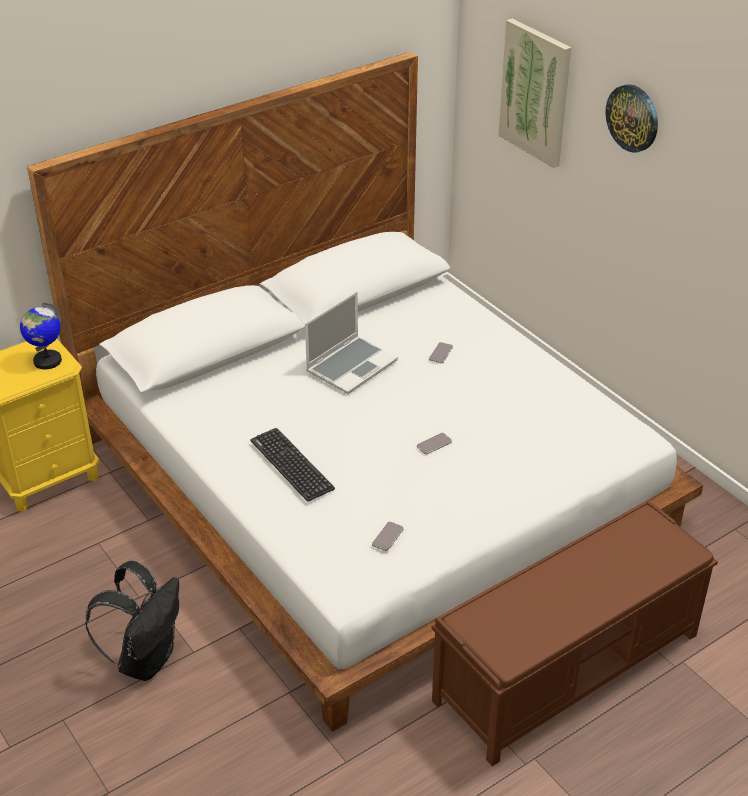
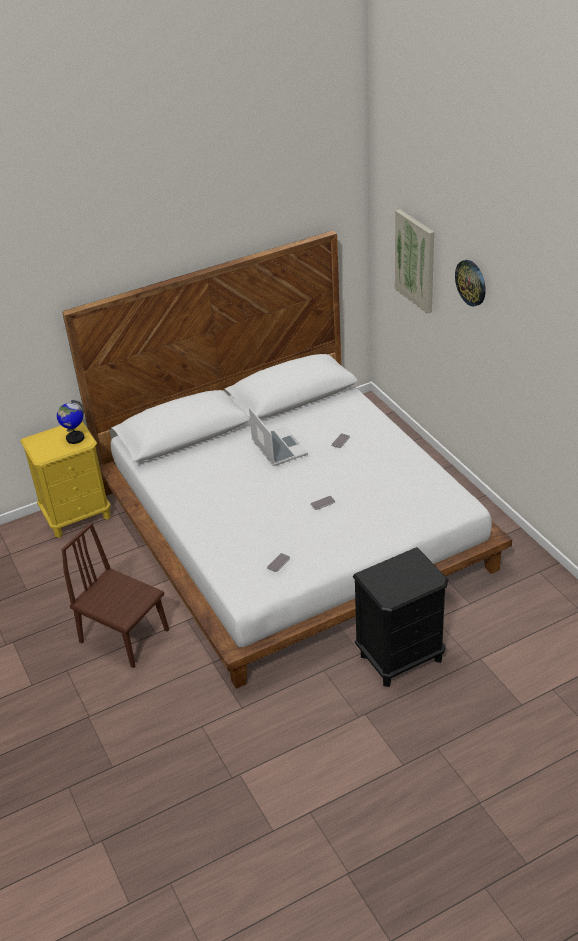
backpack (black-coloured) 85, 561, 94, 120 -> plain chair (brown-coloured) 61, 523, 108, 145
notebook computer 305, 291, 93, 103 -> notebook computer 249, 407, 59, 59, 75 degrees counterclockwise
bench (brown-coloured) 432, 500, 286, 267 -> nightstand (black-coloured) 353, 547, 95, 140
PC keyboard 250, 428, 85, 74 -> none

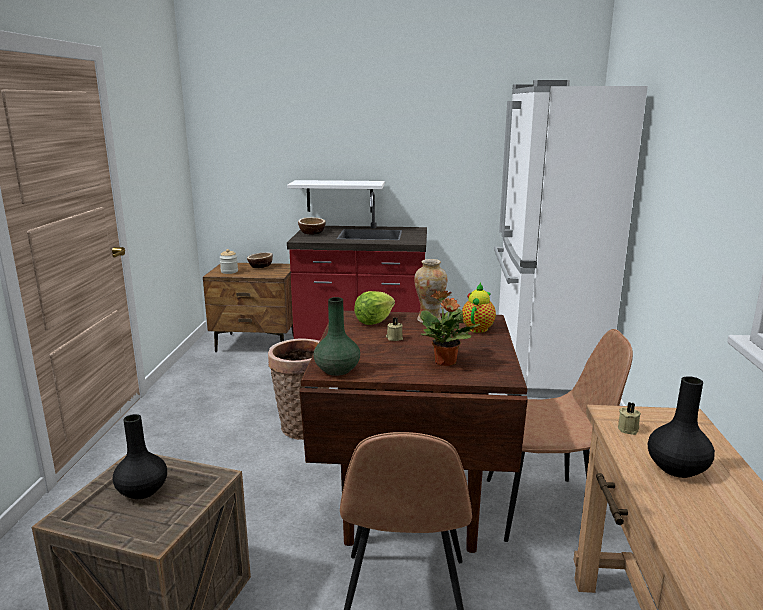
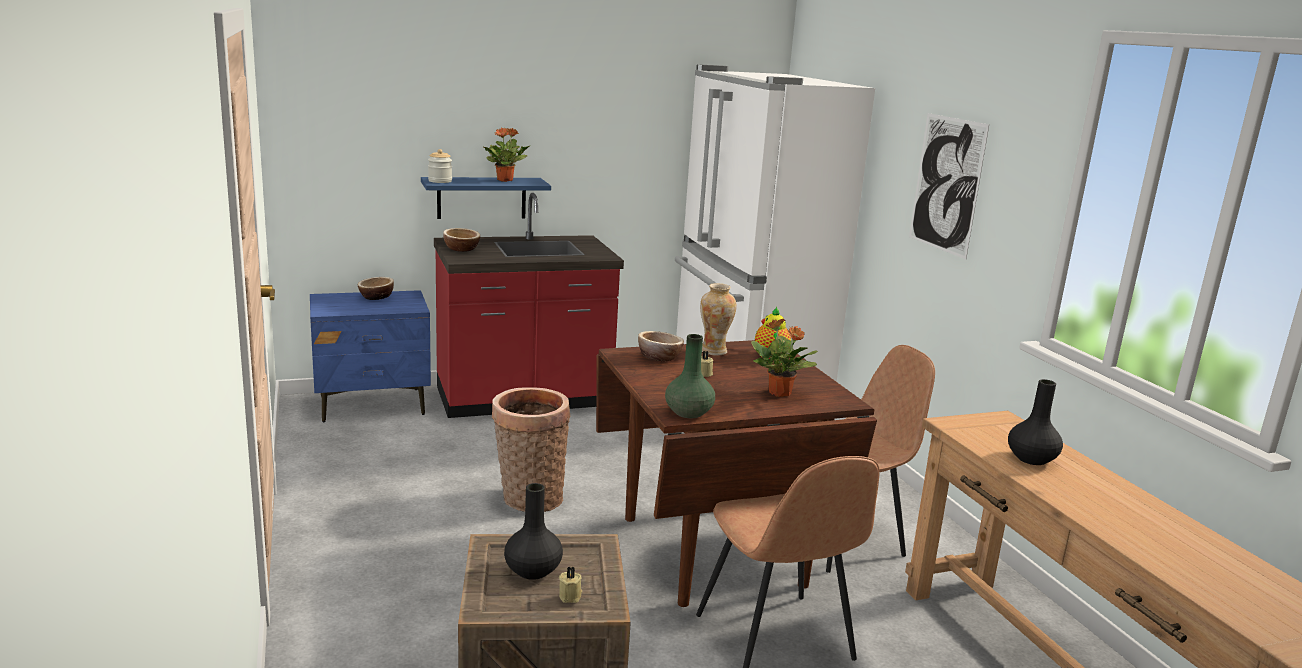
nightstand (brown-coloured) 203, 263, 91, 89 -> nightstand (blue-coloured) 310, 290, 121, 132
shelf (white-coloured) 287, 180, 98, 33 -> shelf (blue-coloured) 421, 177, 130, 42
storage jar 219, 249, 19, 25 -> storage jar 428, 149, 24, 34, moved
none -> potted plant 484, 128, 45, 54
wax light (sand-coloured) 618, 402, 23, 33 -> wax light (sand-coloured) 559, 566, 23, 37, moved
head of lettuce 354, 291, 41, 34 -> serving bowl 638, 331, 46, 30
none -> wall art 909, 113, 80, 146

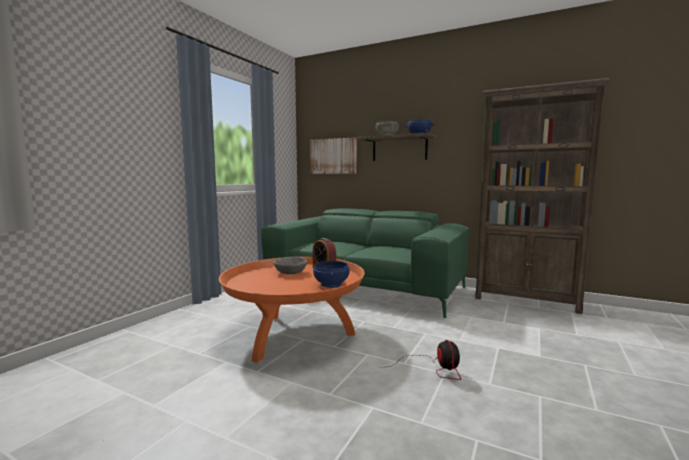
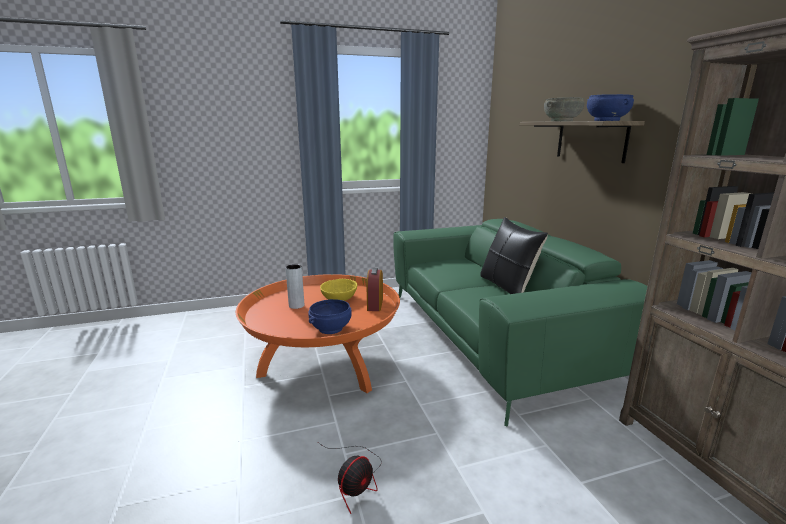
none -> decorative vase (greyish) 286, 264, 18, 45
serving bowl (greyish) 274, 257, 33, 17 -> serving bowl (yellow-coloured) 320, 279, 37, 22
none -> cushion (black-coloured) 480, 217, 68, 77
wall art 310, 137, 47, 37 -> none

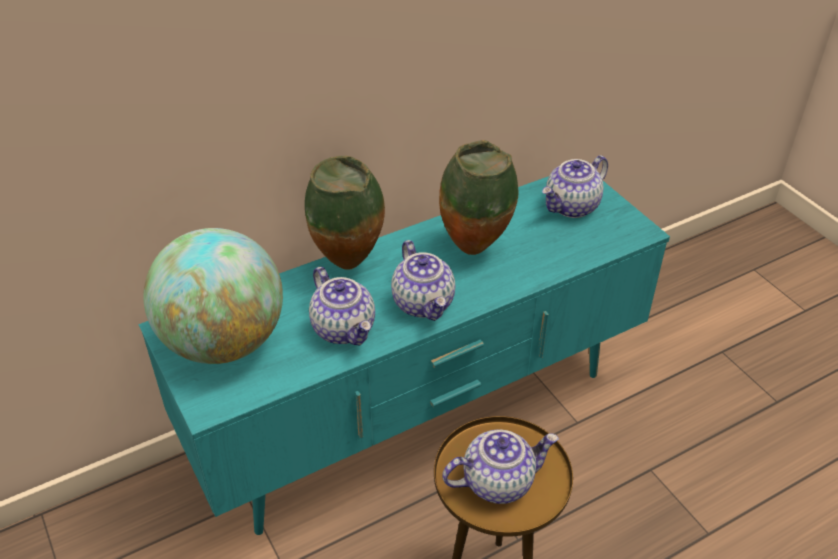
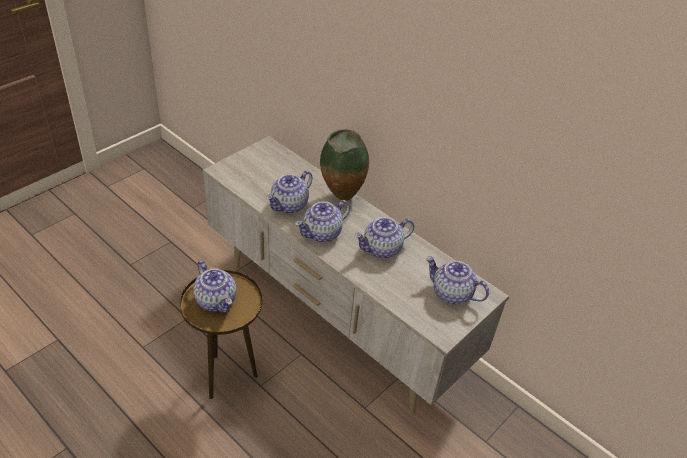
media console (blue-green) 138, 176, 532, 359 -> media console (sand-coloured) 203, 136, 306, 279
decorative vase 439, 140, 79, 115 -> pot for tea 354, 217, 60, 42
desk globe 143, 228, 140, 136 -> none

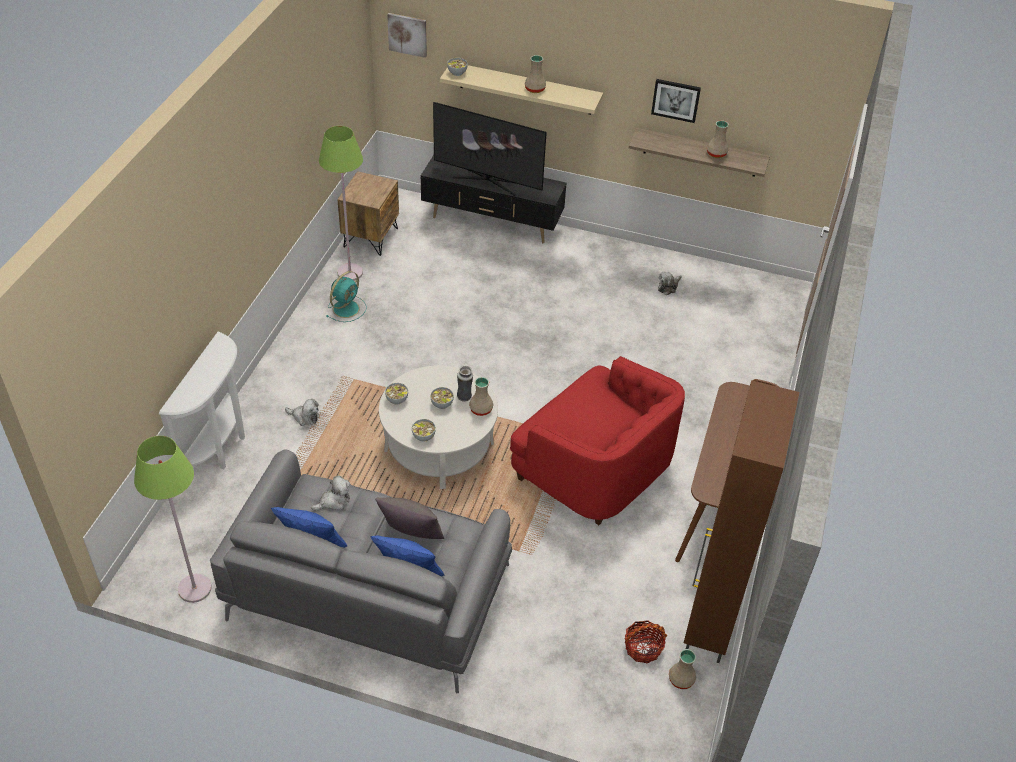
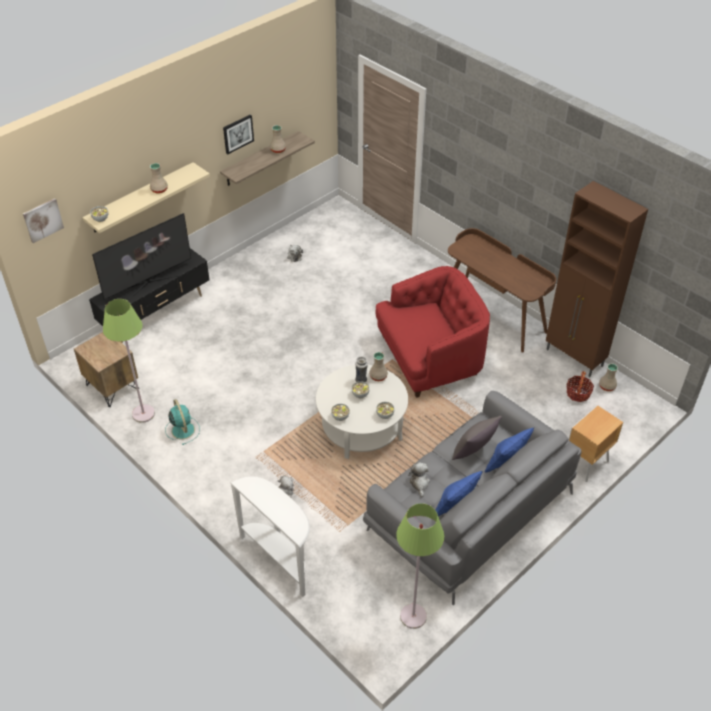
none -> nightstand (brown-coloured) 569, 405, 54, 77

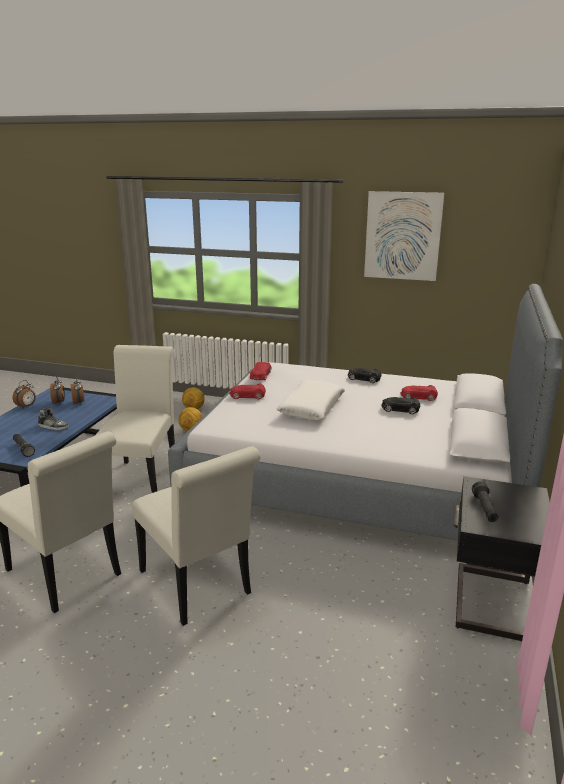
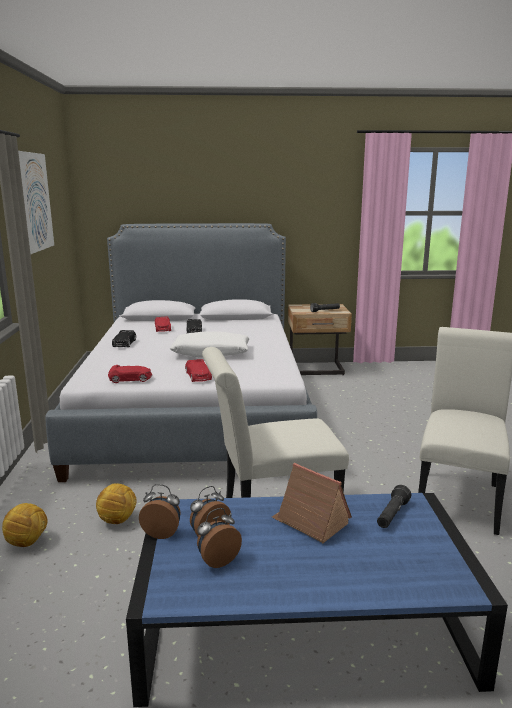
table clock 13, 380, 23, 29 -> table clock 139, 484, 41, 55, moved
low shoe 37, 407, 32, 23 -> toy house 272, 463, 80, 80
nightstand (black-coloured) 452, 476, 98, 165 -> nightstand (sand-coloured) 288, 304, 64, 71
plain chair (white-coloured) 132, 447, 128, 179 -> none

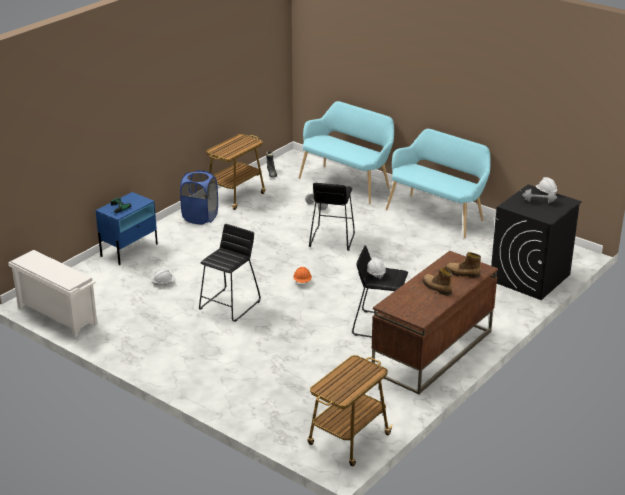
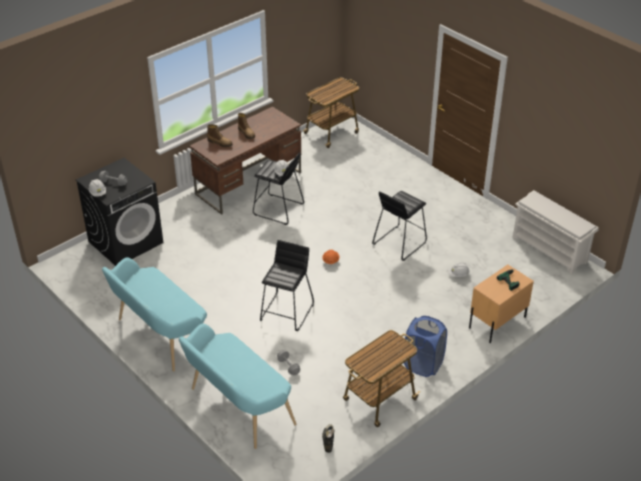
nightstand (blue-coloured) 95, 192, 63, 73 -> nightstand (sand-coloured) 469, 265, 65, 78

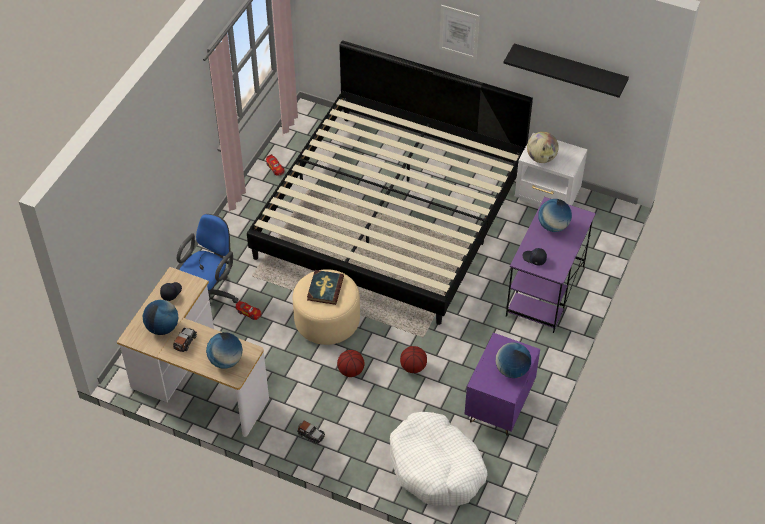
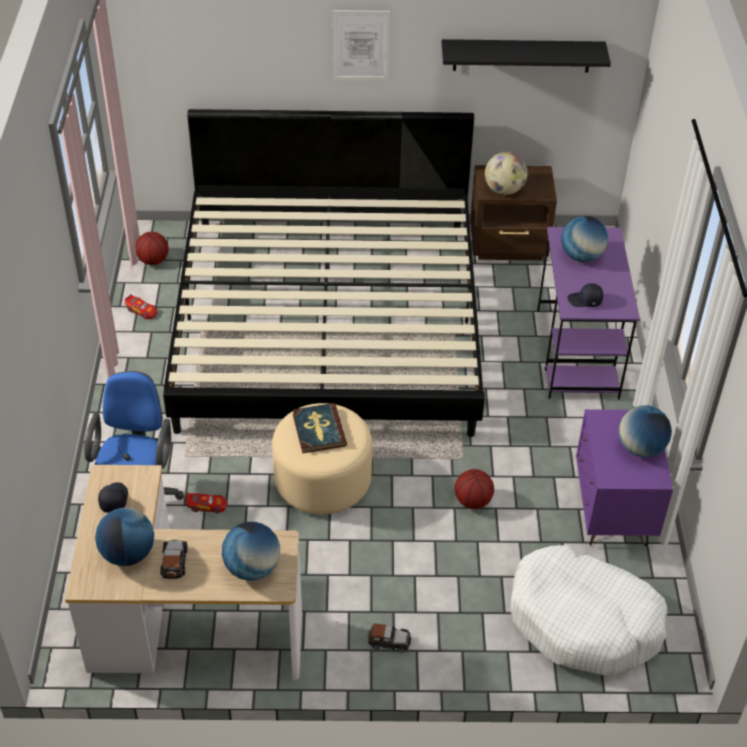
ball for basketball 337, 350, 27, 27 -> ball for basketball 135, 232, 34, 33, moved
nightstand (white-coloured) 515, 133, 72, 73 -> nightstand (brown-coloured) 470, 165, 87, 95

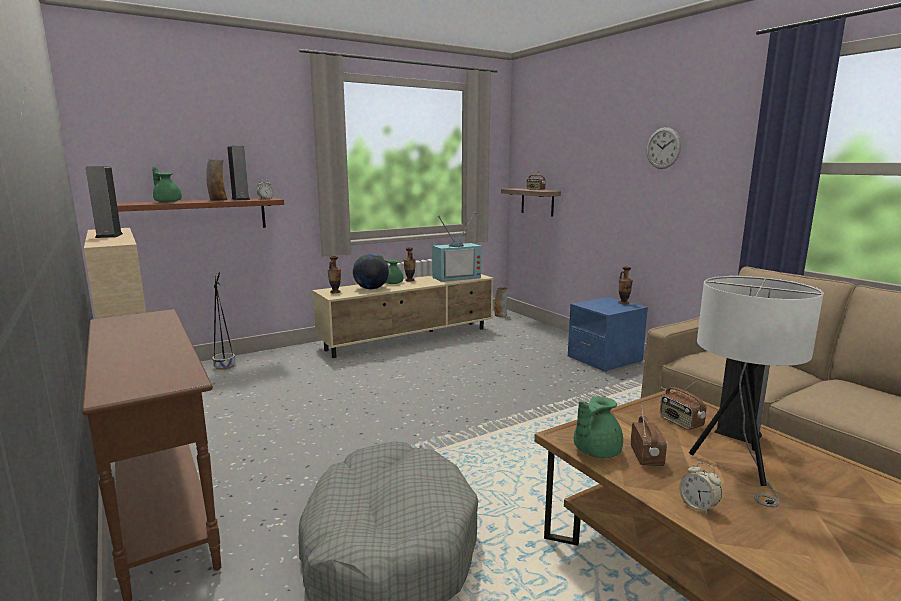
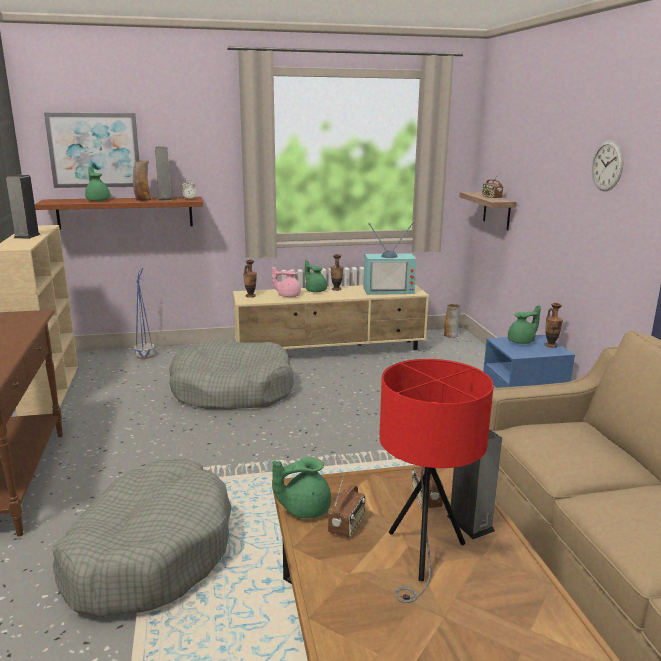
none -> wall art 44, 113, 95, 75
flower pot (black-coloured) 212, 272, 23, 98 -> flower pot (blue-coloured) 134, 268, 21, 91
none -> dog bed (greyish) 169, 339, 125, 71
desk globe 353, 254, 36, 35 -> pot for tea (pink) 272, 267, 29, 30
tabletop lamp (white-coloured) 689, 276, 135, 231 -> tabletop lamp (red) 379, 359, 115, 244
none -> pot for tea (green-coloured) 508, 305, 33, 39
table clock 679, 462, 43, 53 -> none

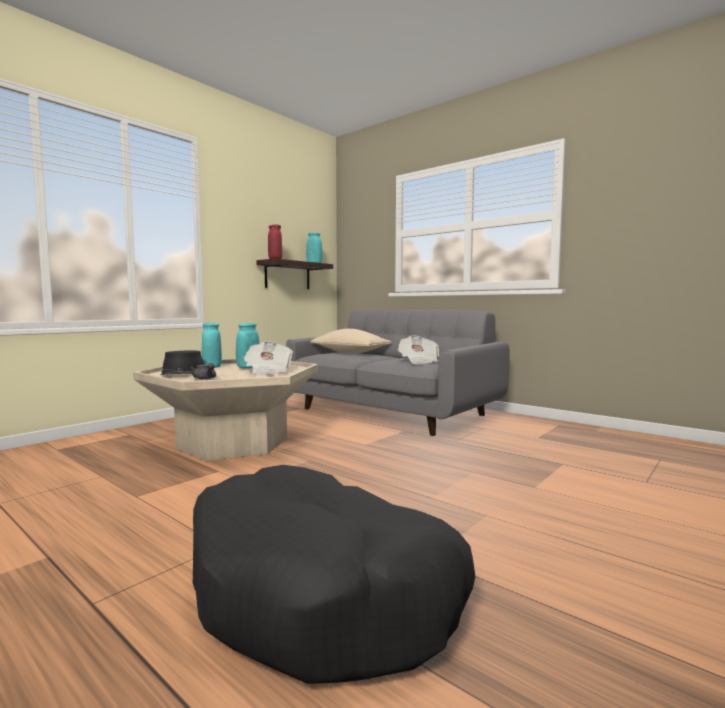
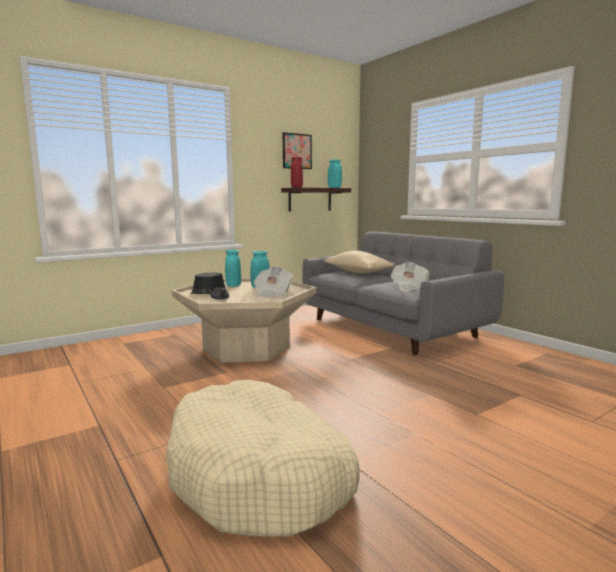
dog bed (black-coloured) 193, 465, 282, 219 -> dog bed (sand-coloured) 166, 380, 194, 157
none -> wall art 283, 132, 29, 37

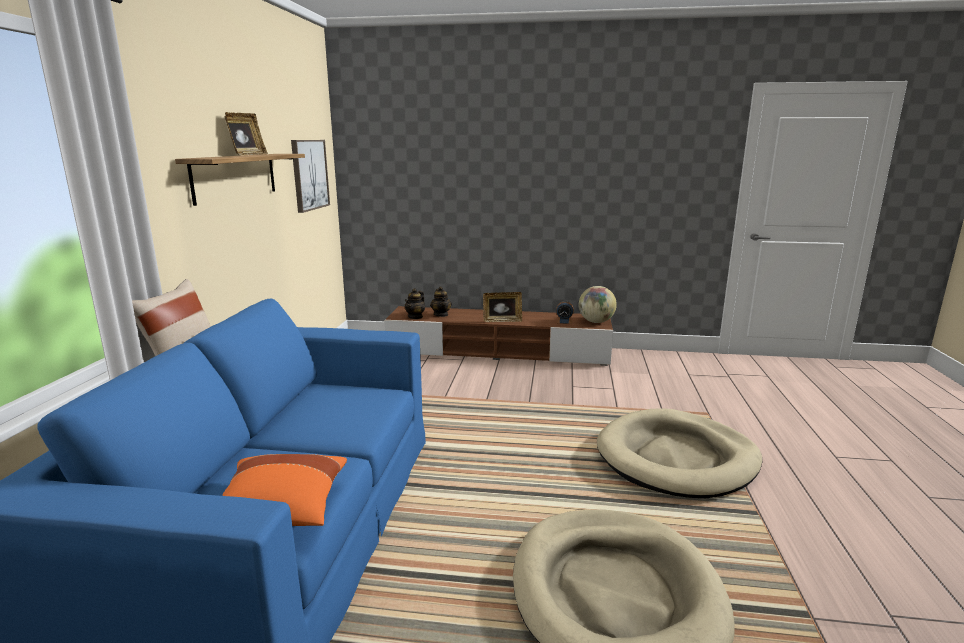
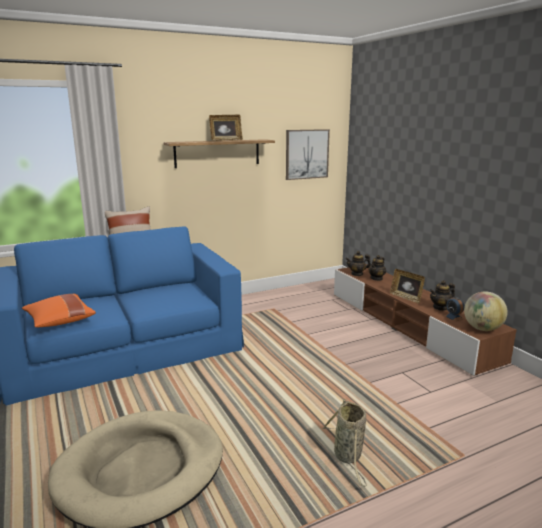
dog bed (sand-coloured) 597, 408, 165, 90 -> storage basket 322, 399, 45, 88
none -> pot for tea 430, 280, 25, 31

